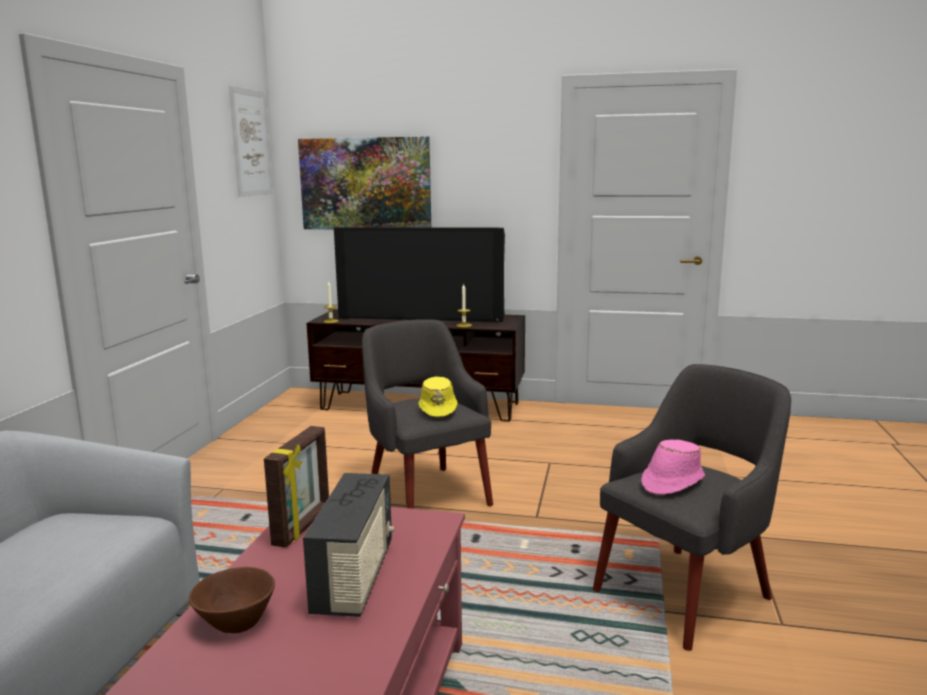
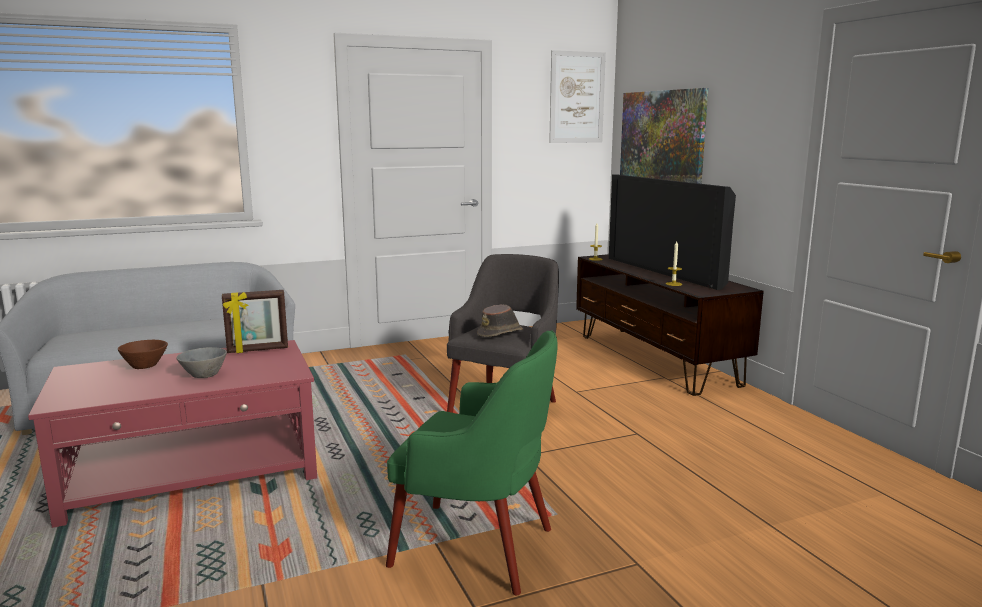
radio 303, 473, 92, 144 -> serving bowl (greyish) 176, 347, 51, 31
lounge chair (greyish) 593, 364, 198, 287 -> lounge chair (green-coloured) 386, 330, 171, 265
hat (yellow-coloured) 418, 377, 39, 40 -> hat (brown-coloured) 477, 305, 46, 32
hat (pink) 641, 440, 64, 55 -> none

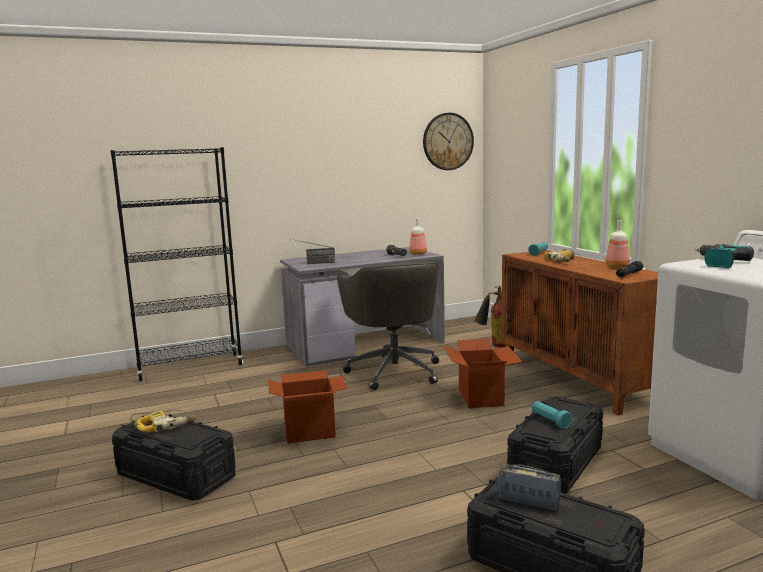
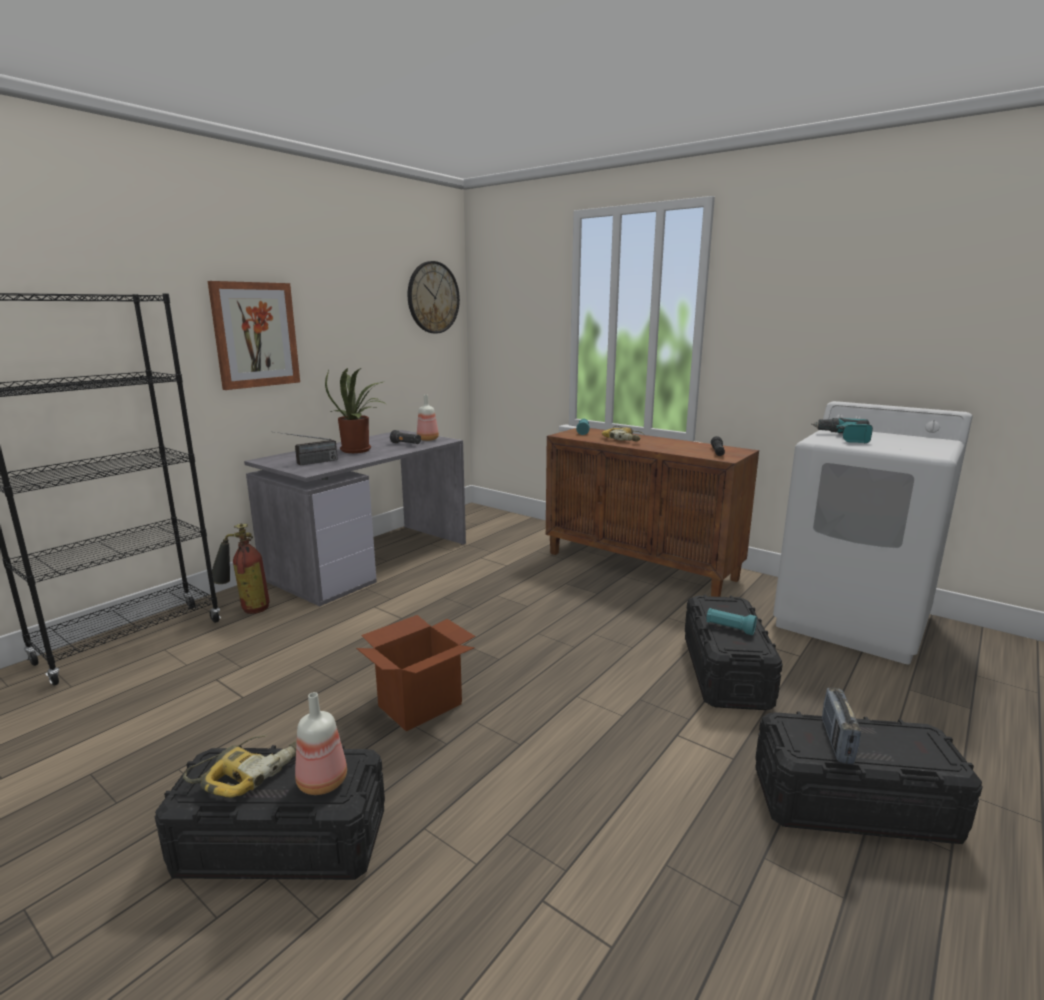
none -> wall art 208, 281, 92, 109
fire-fighting cylinder 474, 286, 31, 62 -> fire-fighting cylinder 212, 524, 58, 90, moved
drink bottle 605, 220, 25, 48 -> drink bottle 295, 692, 52, 103, moved
none -> potted plant 325, 367, 61, 86
radio 498, 464, 63, 47 -> radio 822, 688, 39, 76, 75 degrees counterclockwise
desk chair (greyish) 337, 261, 102, 129 -> none
carton 443, 339, 79, 69 -> none

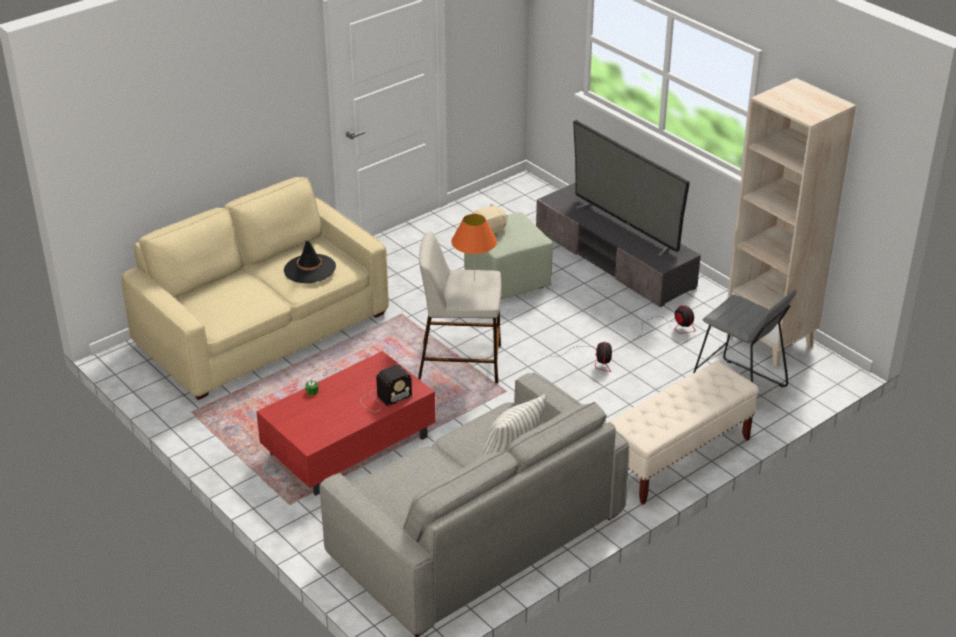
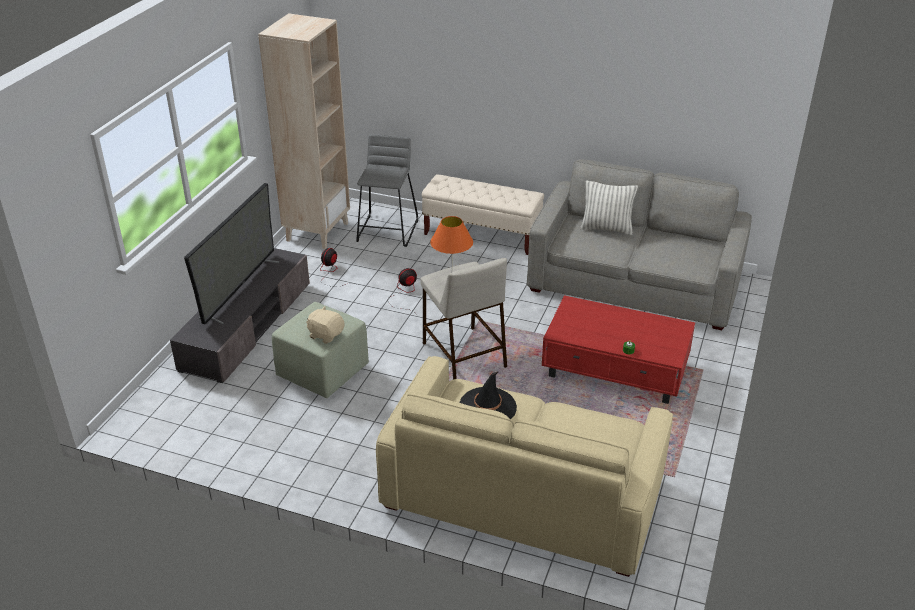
radio 360, 364, 52, 48 -> none

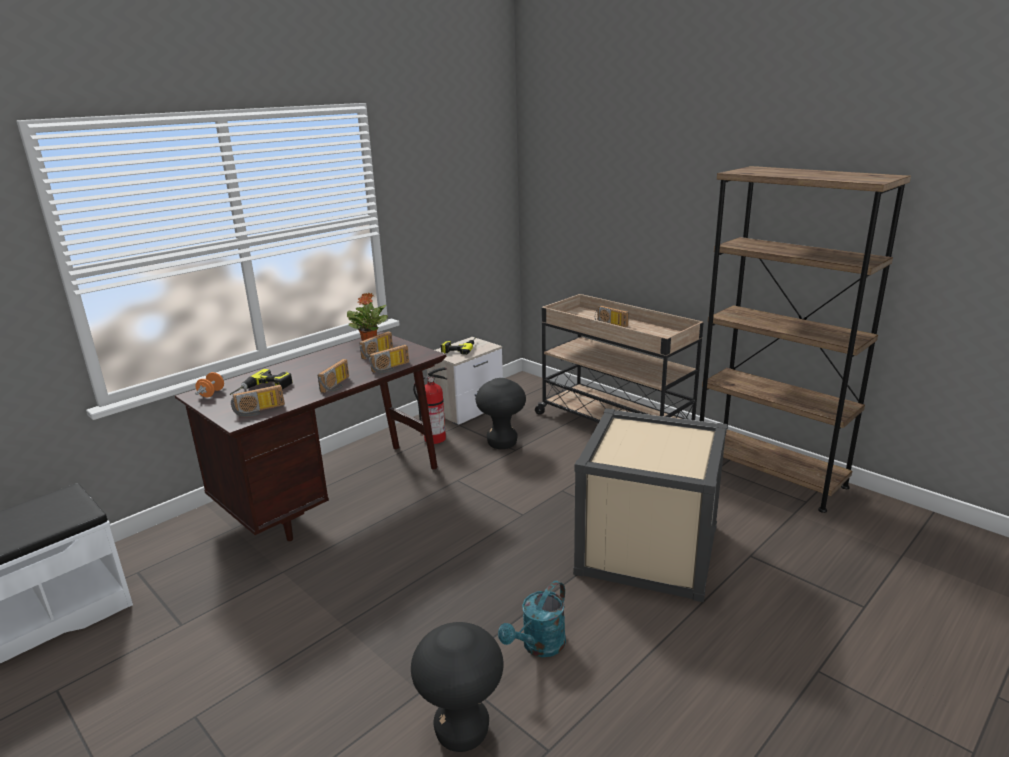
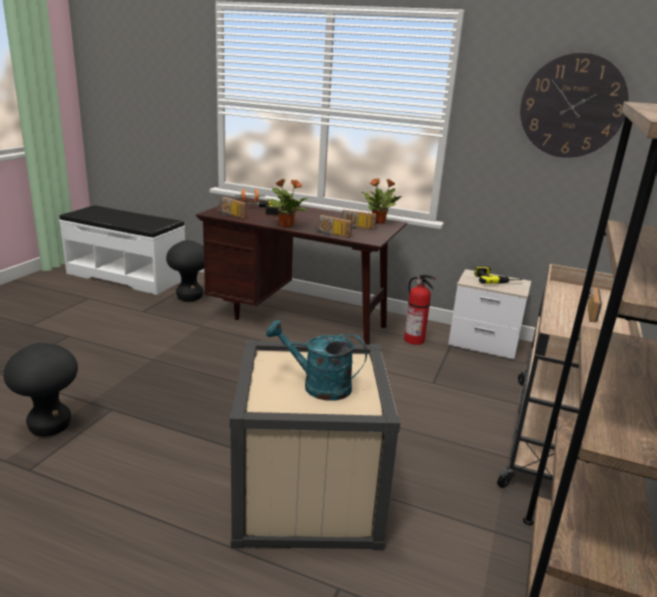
sitting stool (black-coloured) 476, 378, 50, 71 -> sitting stool (black-coloured) 166, 240, 38, 61, moved
radio 318, 359, 31, 34 -> potted plant 266, 179, 43, 49
watering can (blue-green) 498, 581, 68, 76 -> watering can (blue-green) 266, 320, 101, 81, moved
none -> clock on the wall 520, 53, 109, 105

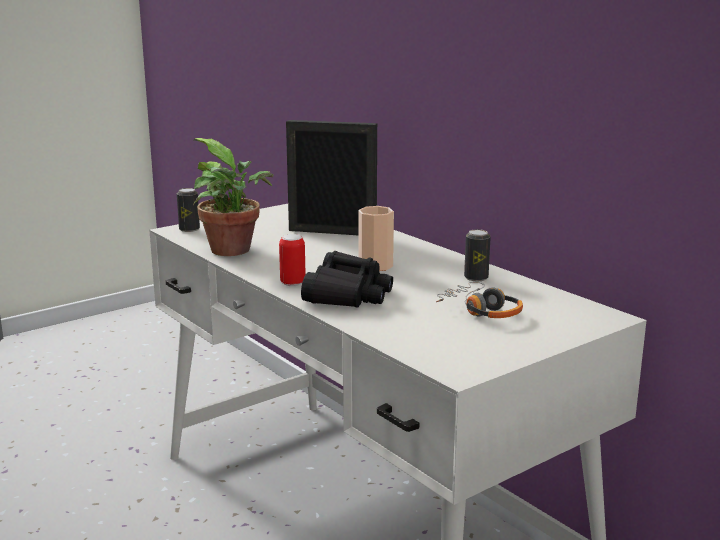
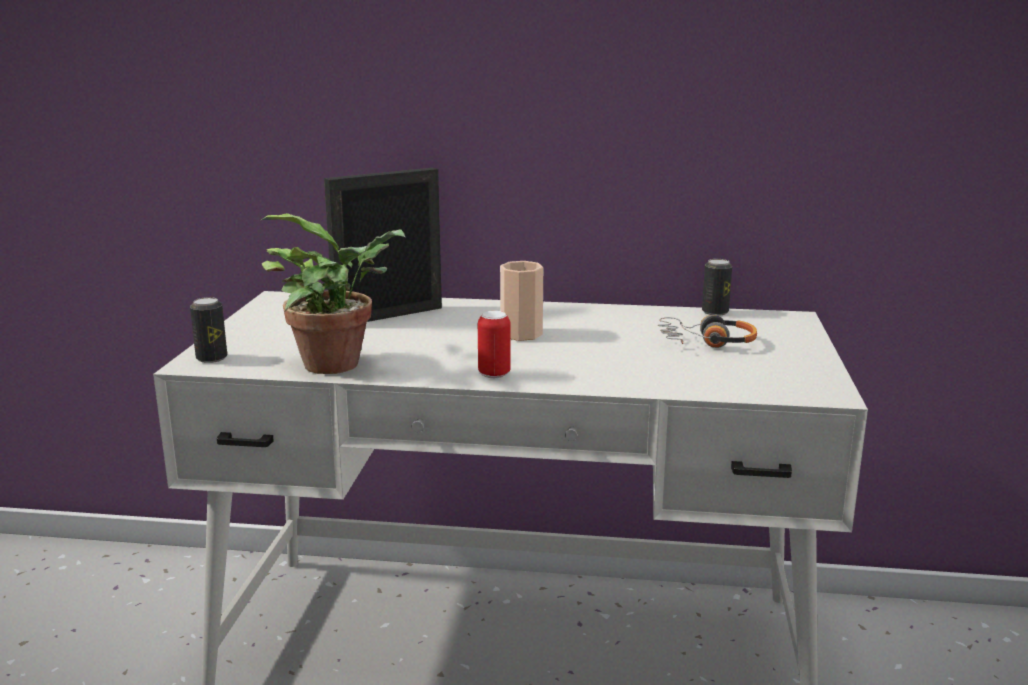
sealed can 464, 229, 27, 52 -> sealed can 702, 259, 30, 57, moved
pair of binoculars (black-coloured) 301, 251, 92, 57 -> none

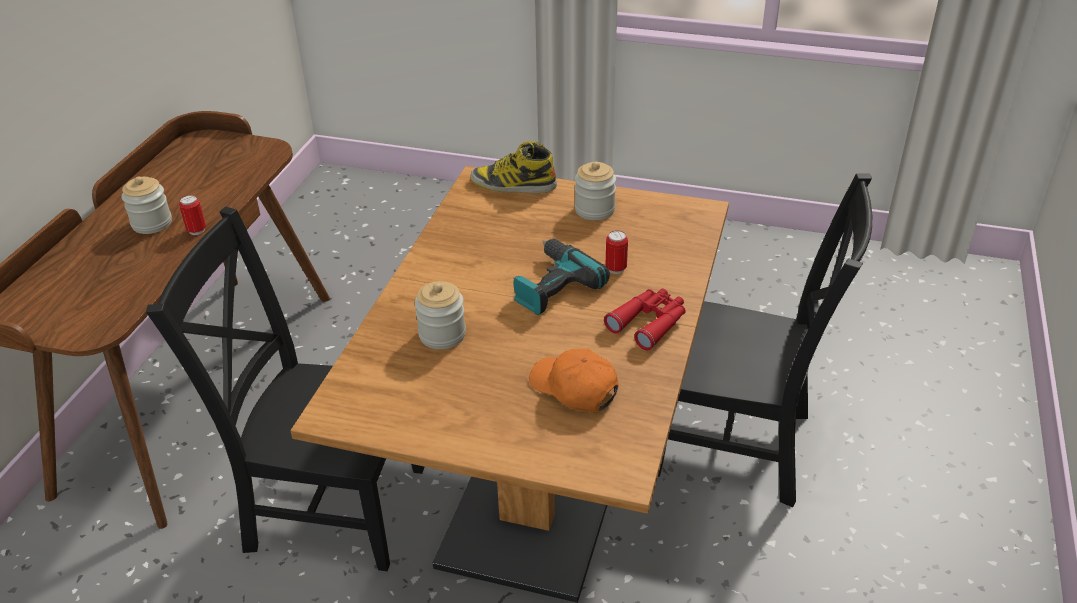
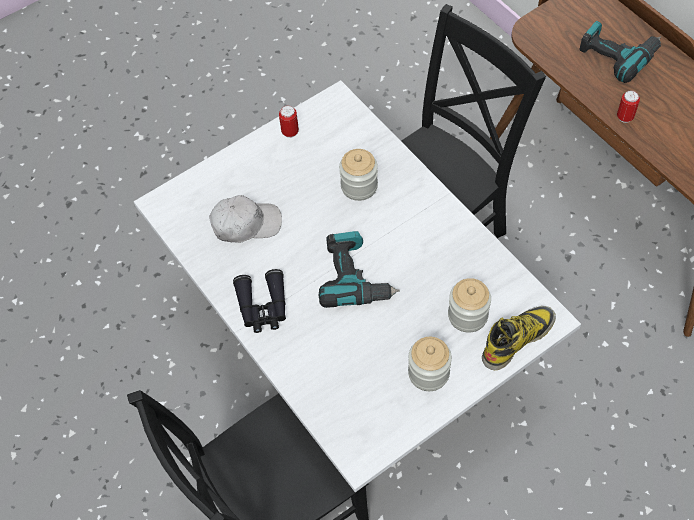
kitchen table (brown-coloured) 290, 166, 439, 437 -> kitchen table (white-coloured) 134, 80, 447, 412
cap (orange) 529, 349, 90, 63 -> cap (white-coloured) 209, 195, 73, 48
pair of binoculars (red) 604, 288, 82, 62 -> pair of binoculars (black-coloured) 233, 269, 53, 64
sealed can 605, 230, 23, 44 -> sealed can 279, 106, 20, 32, moved
storage jar 122, 176, 50, 58 -> storage jar 448, 278, 43, 55, moved
none -> power drill 579, 21, 82, 62

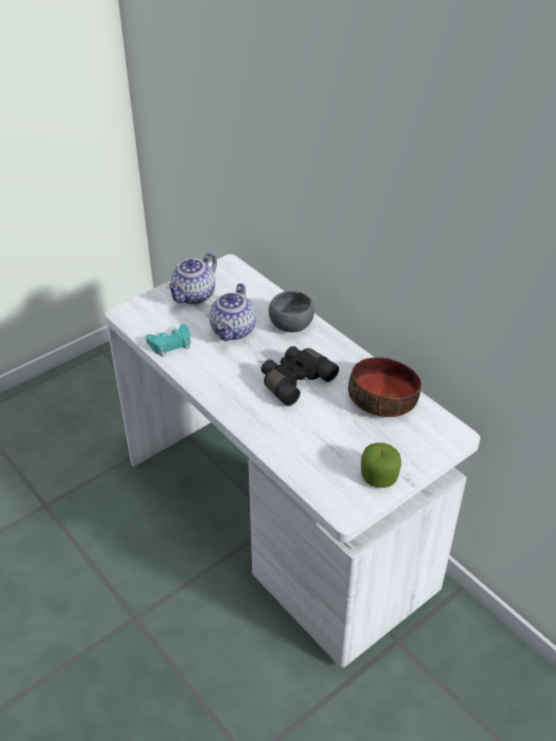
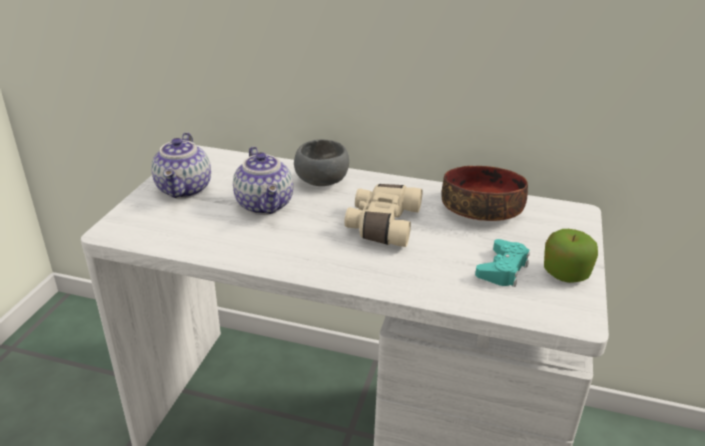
pair of binoculars (black-coloured) 261, 346, 78, 60 -> pair of binoculars (sand-coloured) 344, 184, 79, 63
gamepad (blue-green) 146, 324, 45, 33 -> gamepad (blue-green) 475, 239, 55, 48, moved

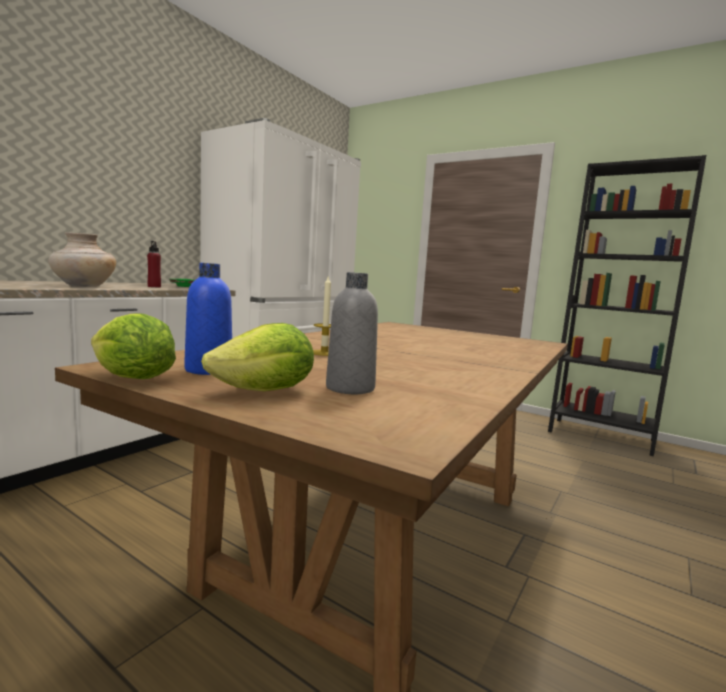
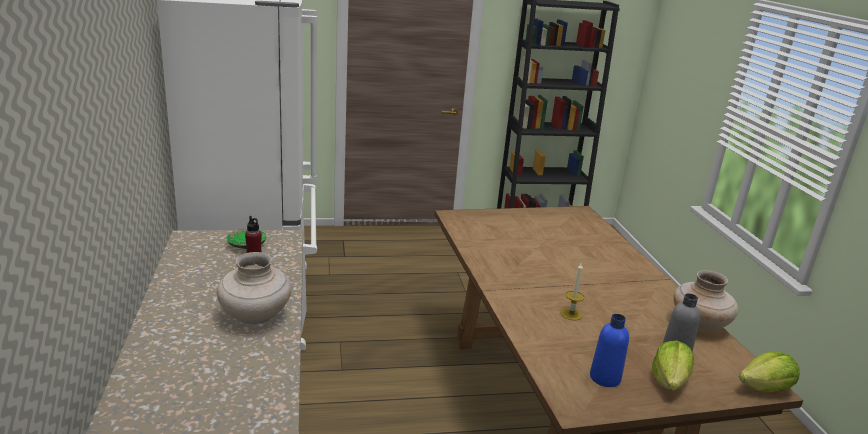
none -> decorative vase (sand-coloured) 673, 270, 65, 62
head of lettuce 91, 313, 85, 66 -> head of lettuce 739, 351, 61, 41, moved

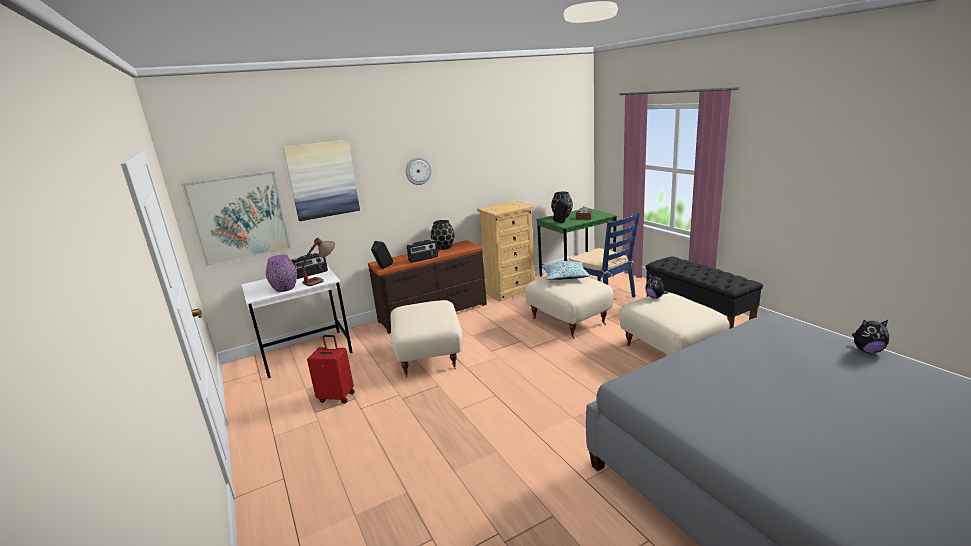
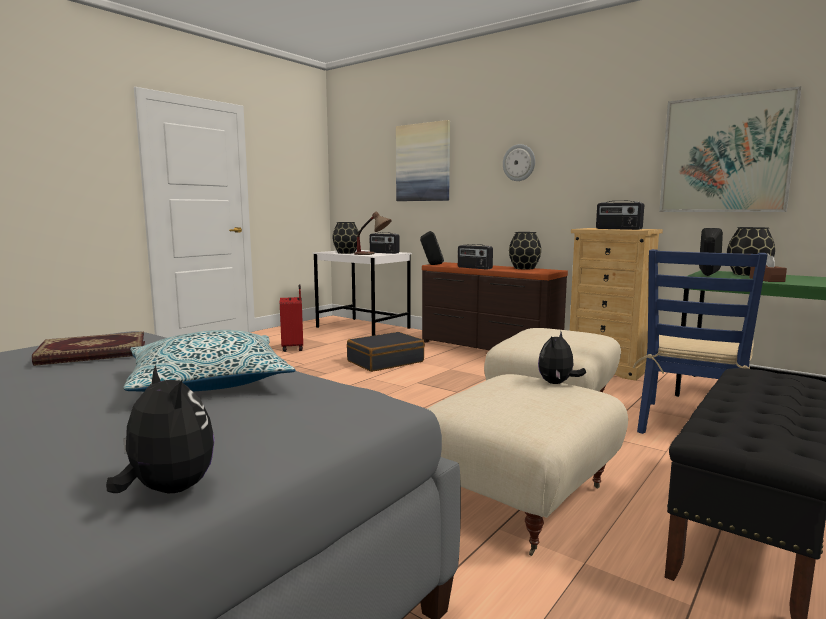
none -> volume 32, 332, 113, 34
cuddly toy 852, 320, 37, 33 -> cuddly toy 106, 365, 109, 128, 150 degrees clockwise
cushion 541, 261, 49, 19 -> cushion 123, 330, 173, 62, moved
decorative vase (purple) 266, 255, 31, 37 -> decorative vase (black-coloured) 333, 222, 27, 32
pouffe (sand-coloured) 390, 300, 73, 77 -> suitcase (black-coloured) 347, 332, 78, 40
none -> radio 596, 201, 48, 29
wall art 181, 171, 111, 95 -> wall art 659, 86, 143, 126, moved

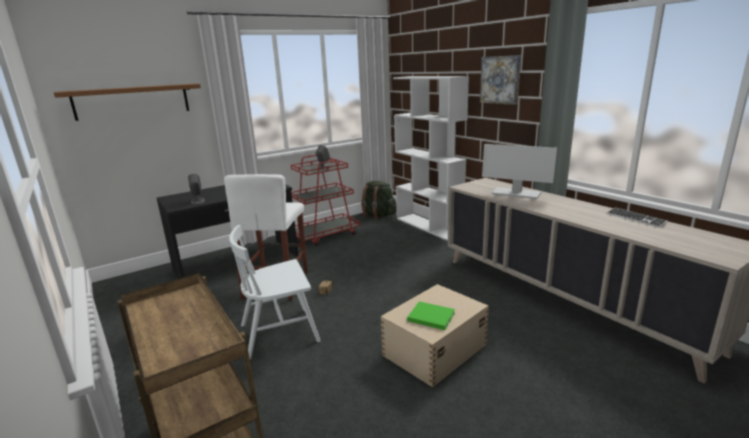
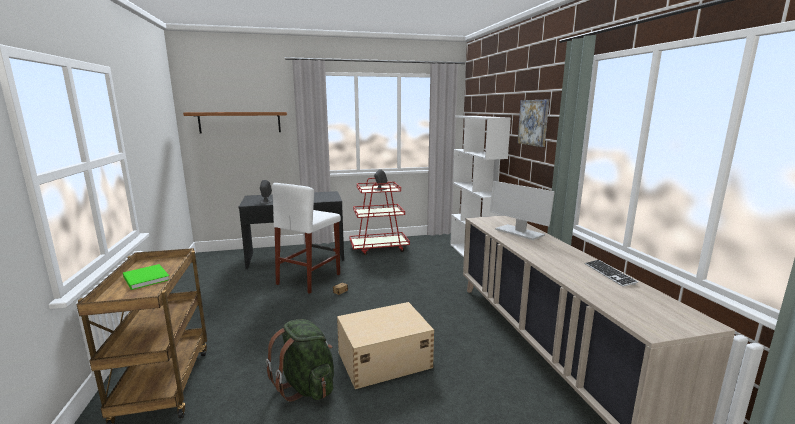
volume (green-coloured) 407, 301, 48, 29 -> volume (green-coloured) 123, 264, 46, 26, moved
backpack (green-coloured) 361, 181, 35, 38 -> backpack (green-coloured) 266, 319, 68, 83, moved
plain chair (white-coloured) 229, 225, 92, 134 -> none

